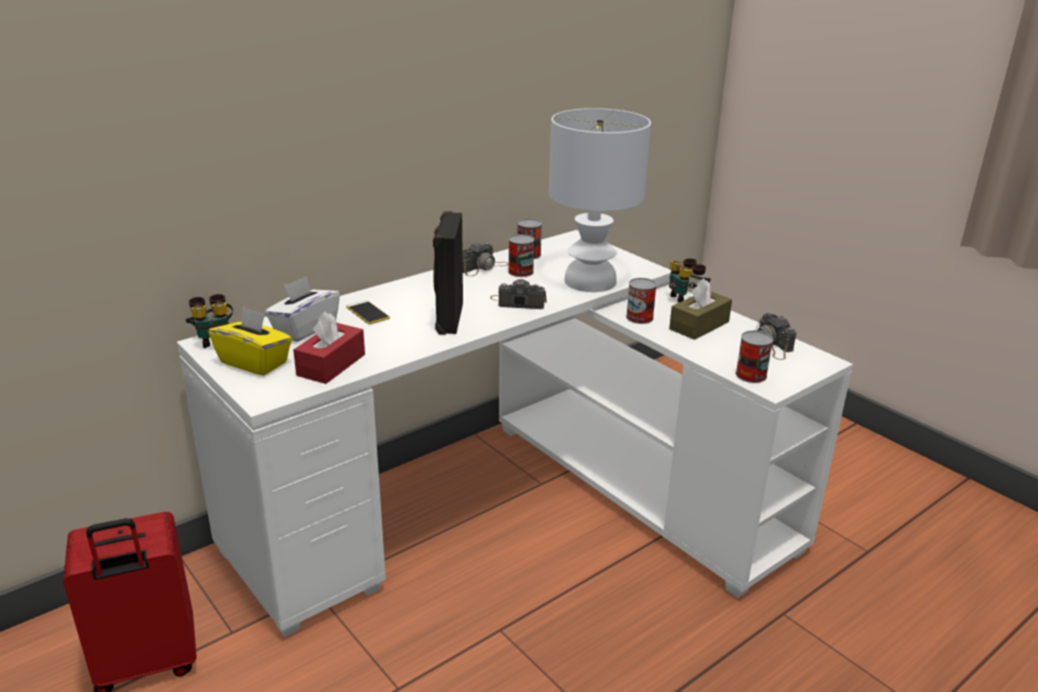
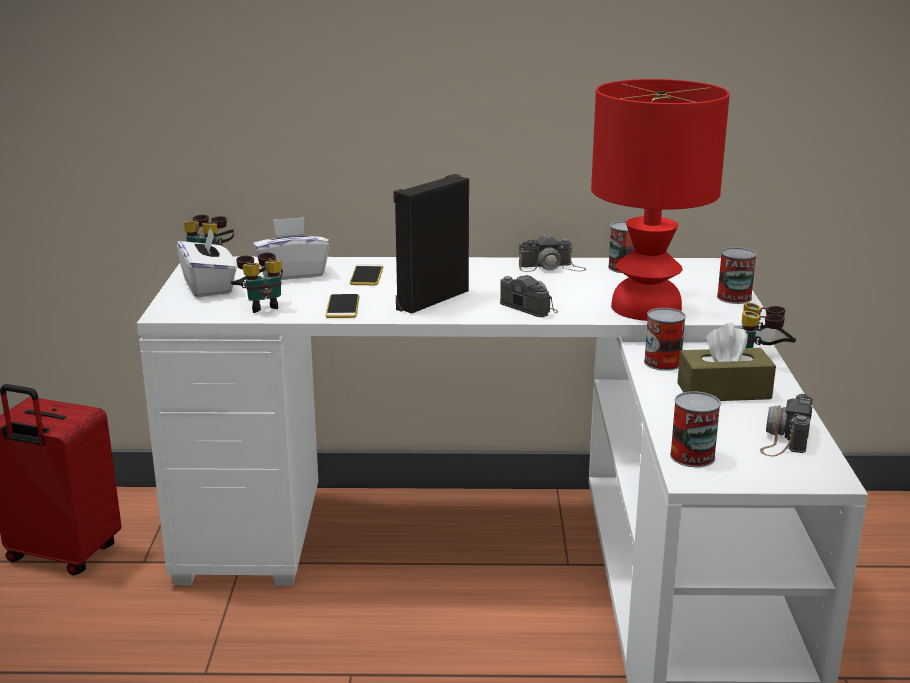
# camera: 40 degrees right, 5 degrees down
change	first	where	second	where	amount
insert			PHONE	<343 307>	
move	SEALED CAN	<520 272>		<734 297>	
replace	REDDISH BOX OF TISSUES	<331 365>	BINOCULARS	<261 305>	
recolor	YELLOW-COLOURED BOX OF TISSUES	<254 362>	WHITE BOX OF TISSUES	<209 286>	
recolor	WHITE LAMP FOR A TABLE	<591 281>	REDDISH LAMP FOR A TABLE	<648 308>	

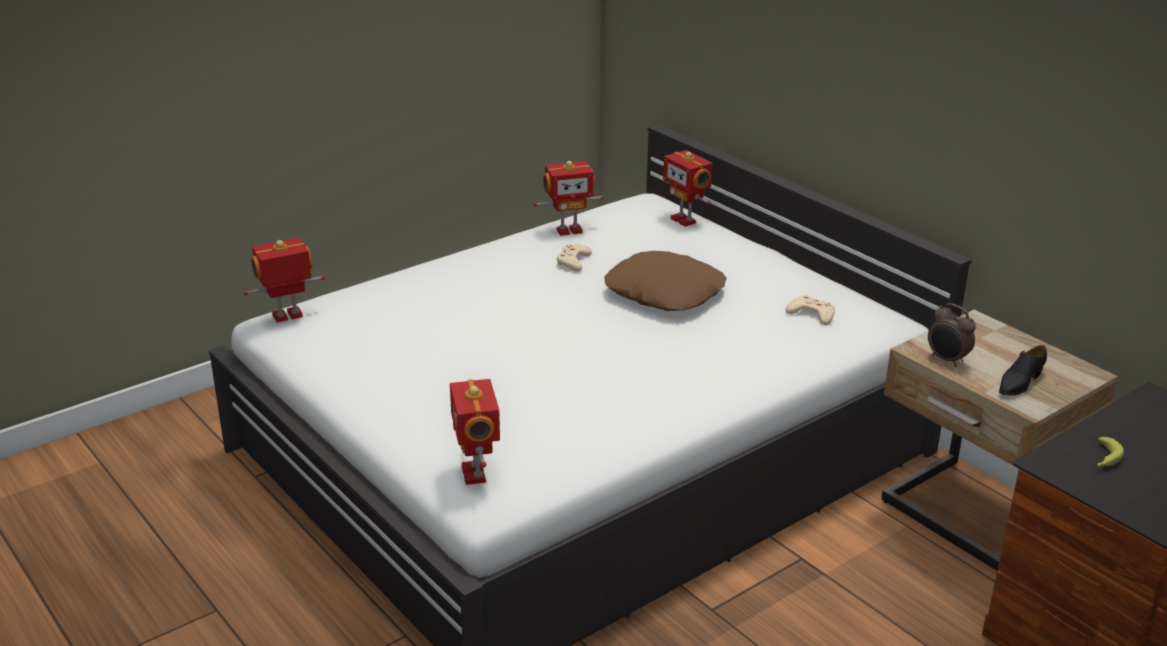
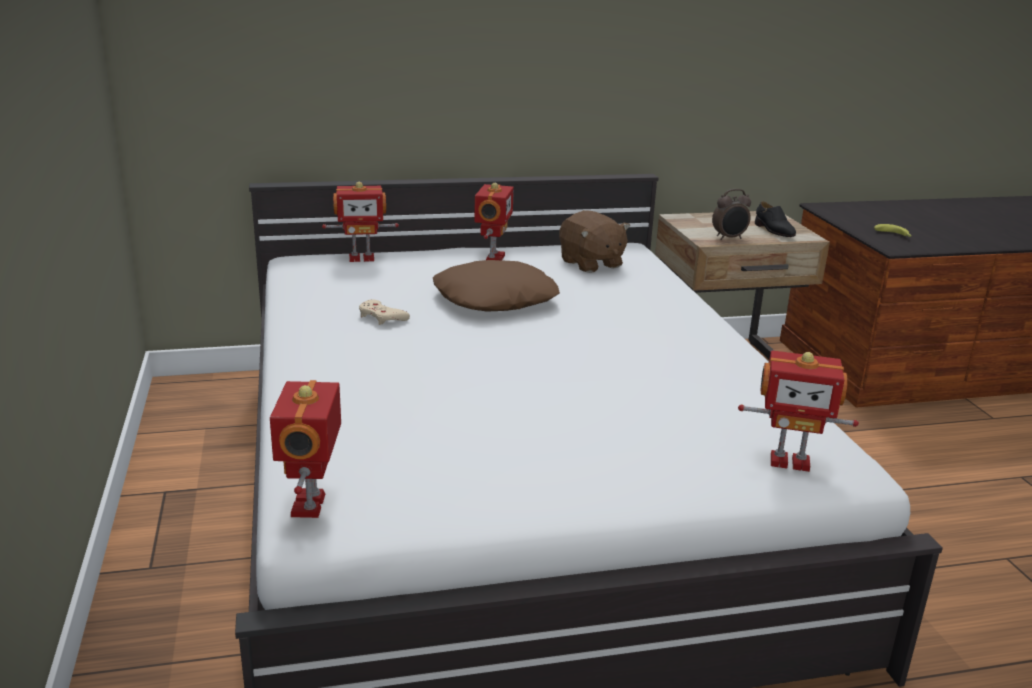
# camera: 65 degrees left, 5 degrees down
change	first	where	second	where	amount
move	TOY ROBOT	<569 230>		<493 258>	
replace	BEIGE GAME CONTROLLER	<811 314>	BROWN PLUSH TOY	<591 264>	

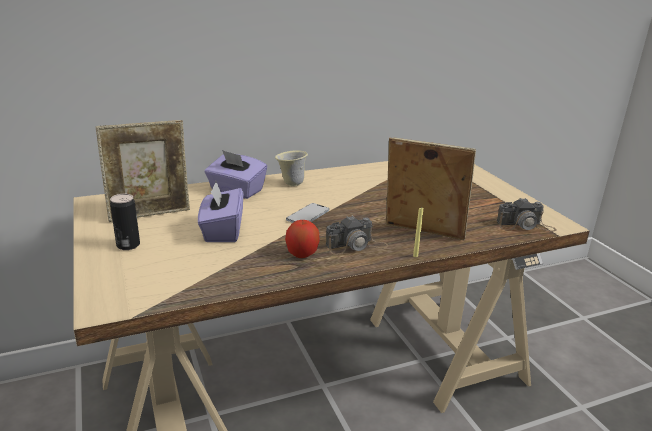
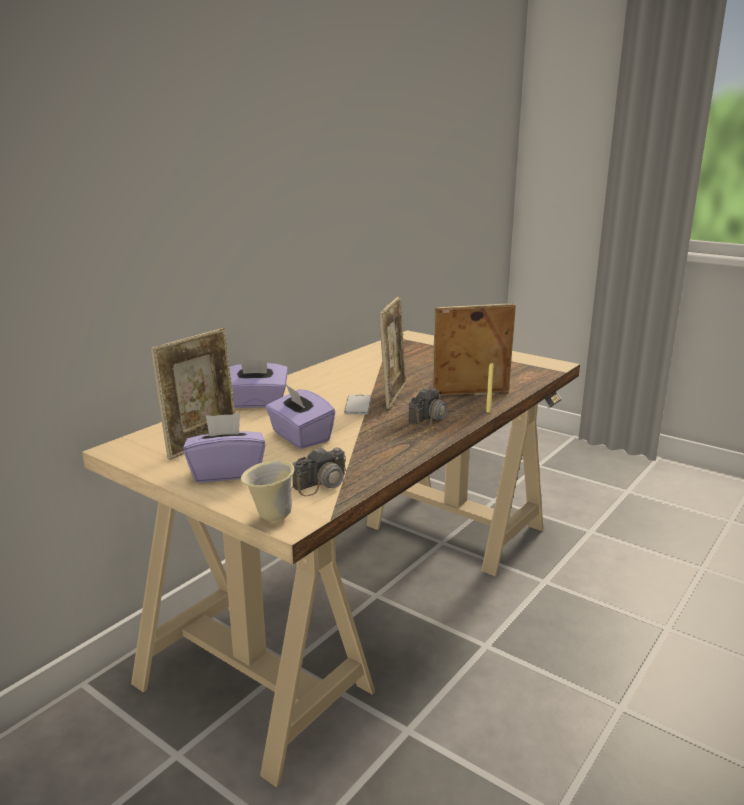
# camera: 30 degrees left, 5 degrees down
change	first	where	second	where	amount
delete	APPLE	<302 254>			
insert			PHOTO FRAME	<393 395>	
move	BEIGE COFFEE MUG	<291 184>		<270 518>	
move	PHOTO CAMERA	<525 226>		<329 483>	
replace	SEALED CAN	<128 245>	PURPLISH BOX OF TISSUES	<227 472>	

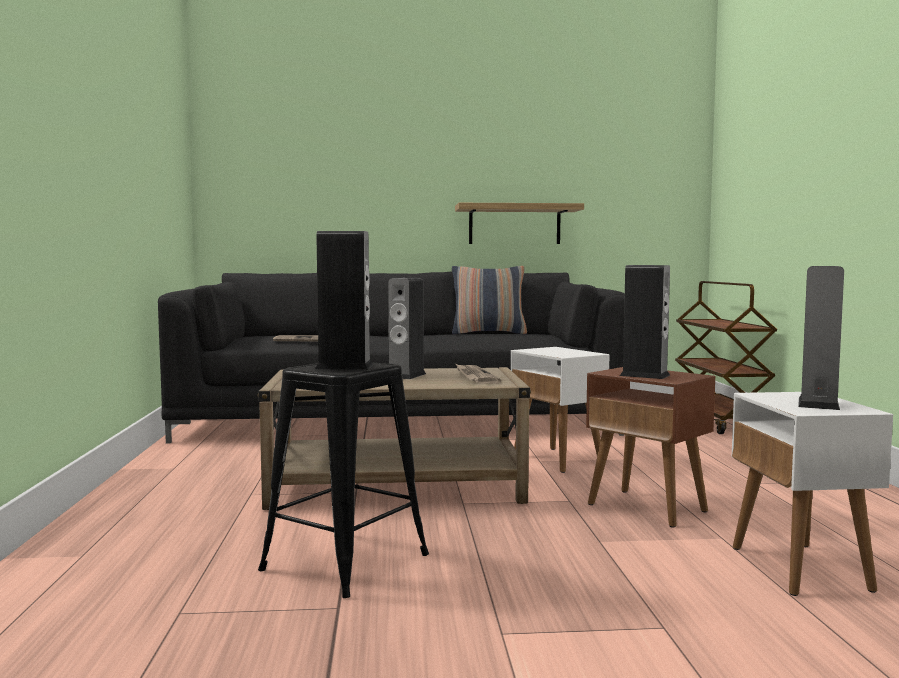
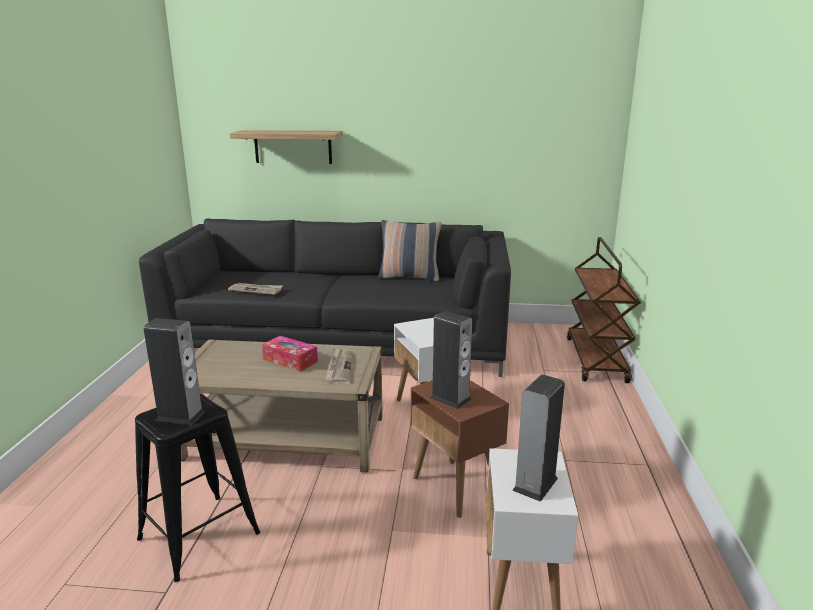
# camera: 10 degrees right, 15 degrees up
change	first	where	second	where	amount
move	BRACKET SHELF	<514 225>		<293 147>	
replace	AUDIO SPEAKER	<406 375>	BOX OF TISSUES	<290 360>	

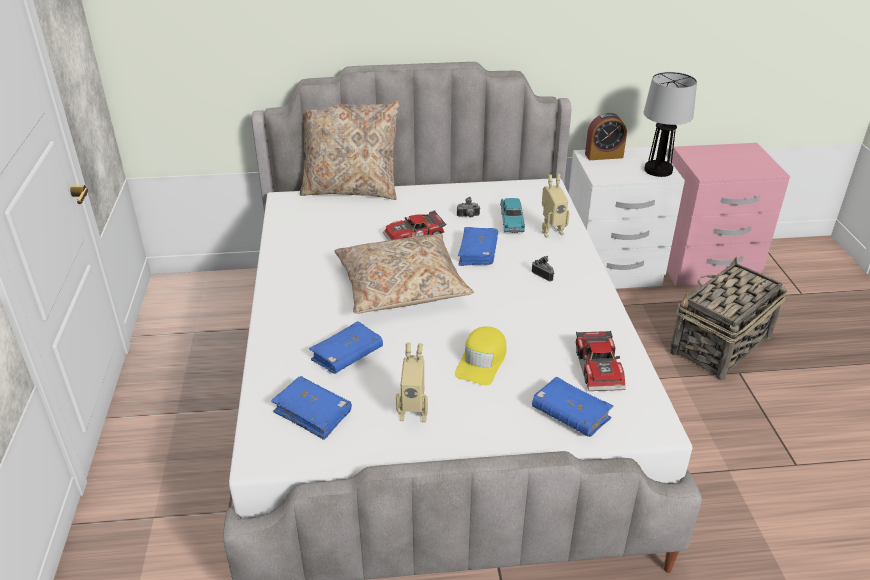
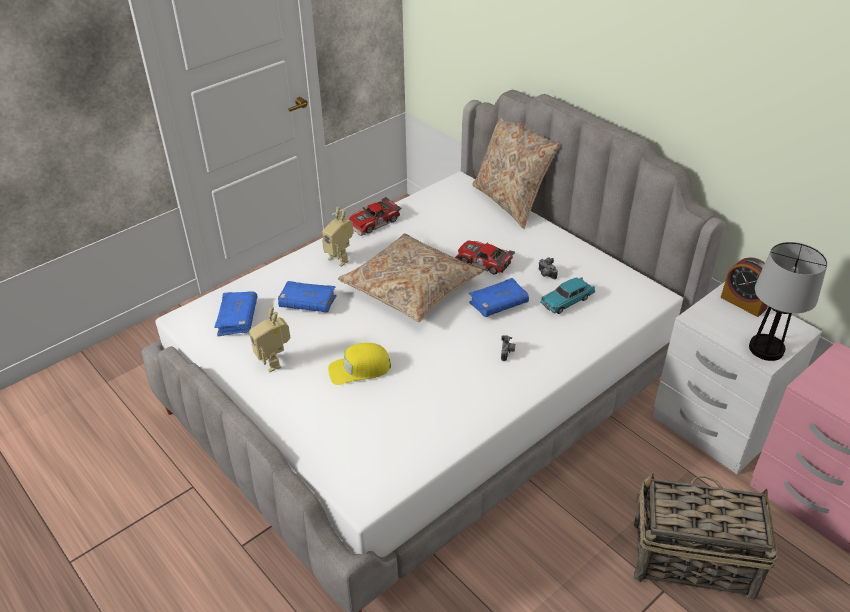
# camera: 55 degrees right, 5 degrees up
change	first	where	second	where	amount
delete	BLUISH BOOK	<570 414>			
move	TOY ROBOT	<551 231>		<340 258>	
move	MINIATURE CAR	<601 368>		<375 223>	

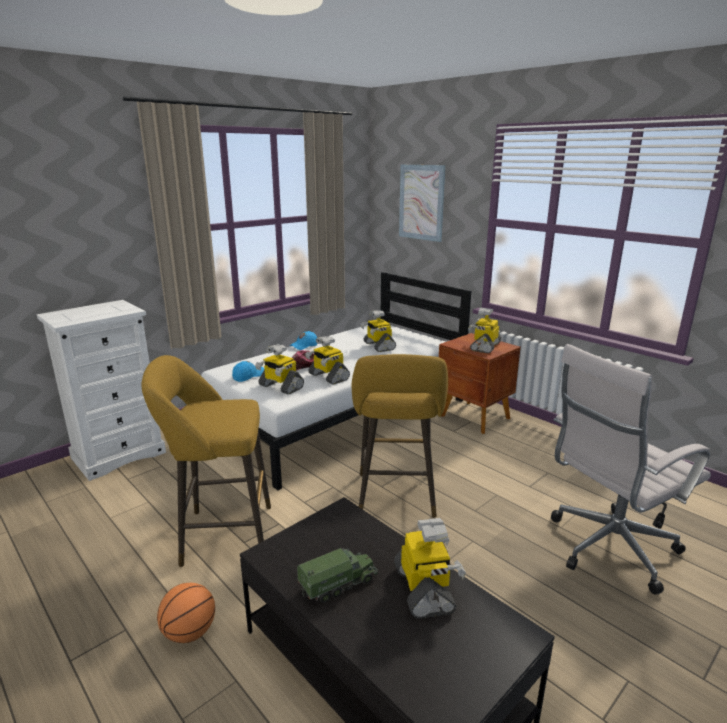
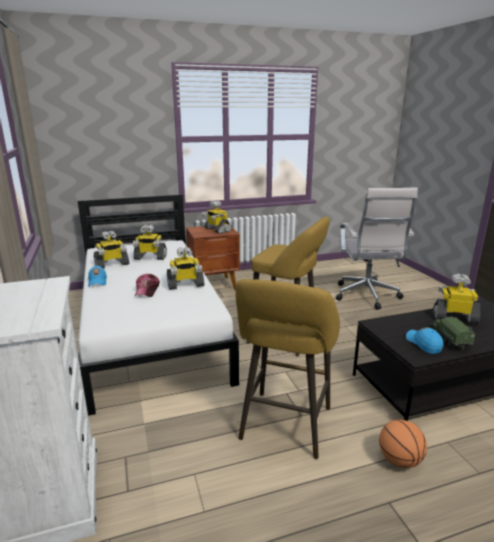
# camera: 65 degrees left, 0 degrees up
change	first	where	second	where	amount
delete	PICTURE	<421 202>			
move	BLUISH PEAKED CAP	<248 376>		<423 344>	
move	TOY ROBOT	<280 387>		<112 265>	

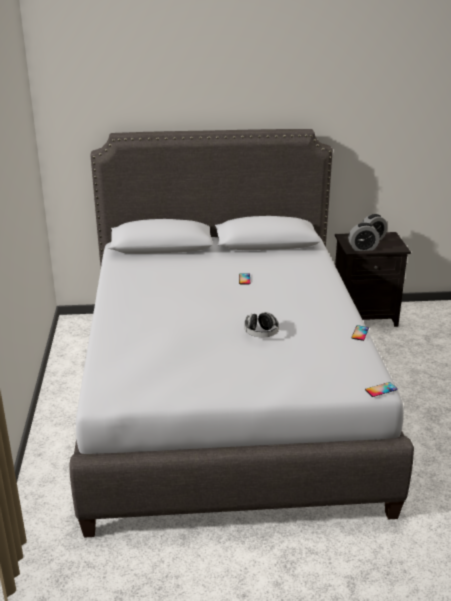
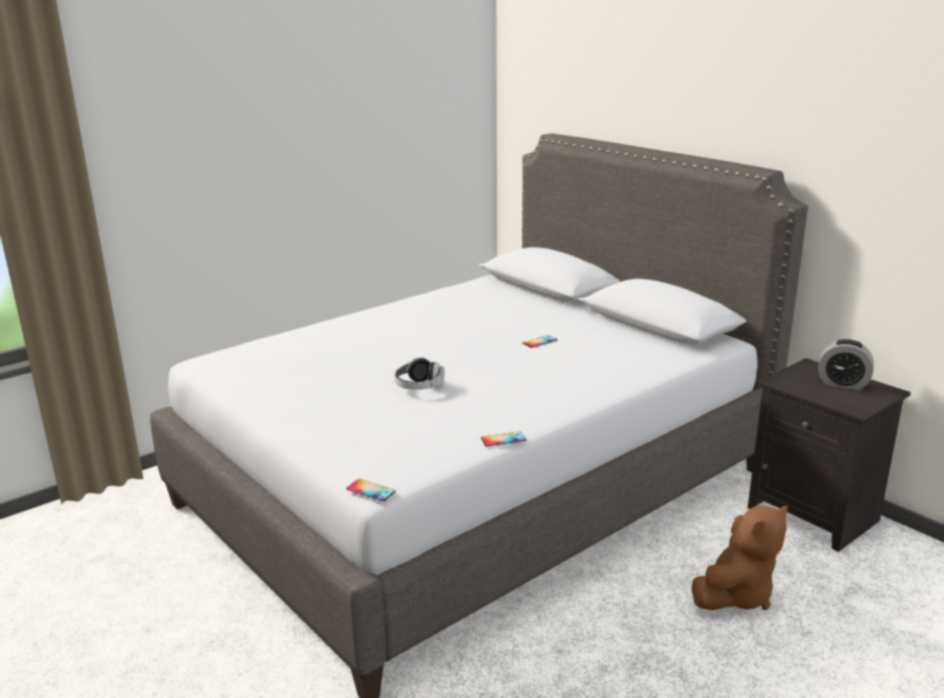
# camera: 55 degrees right, 5 degrees down
change	first	where	second	where	amount
delete	ALARM CLOCK	<362 248>			
insert			BROWN PLUSH TOY	<736 595>	

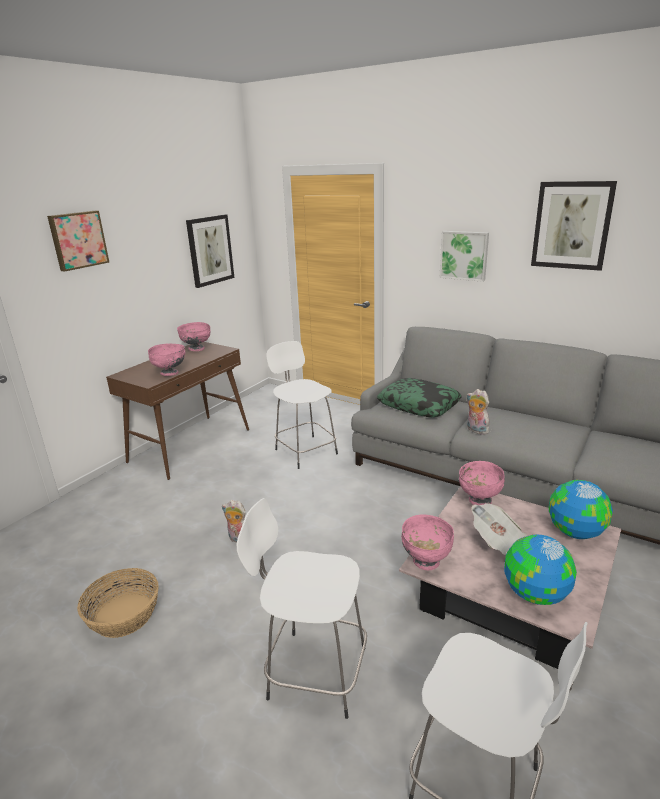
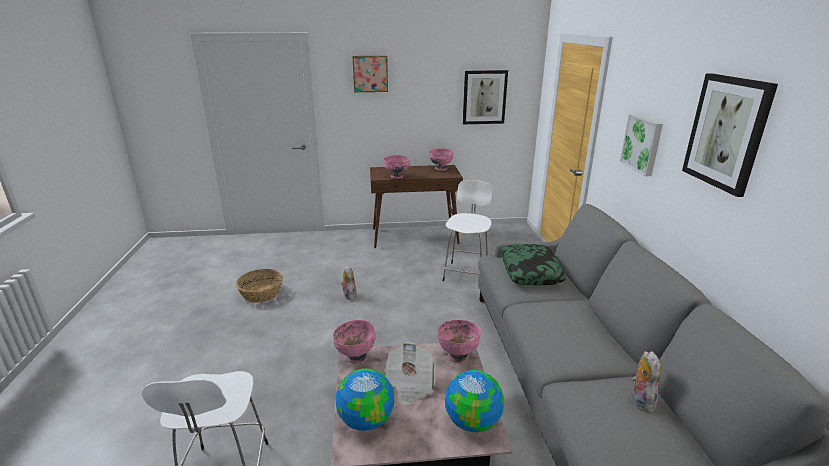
# camera: 50 degrees right, 0 degrees up
change	first	where	second	where	amount
delete	WHITE SITTING STOOL	<313 671>			
move	PLUSH TOY	<476 430>		<640 400>	

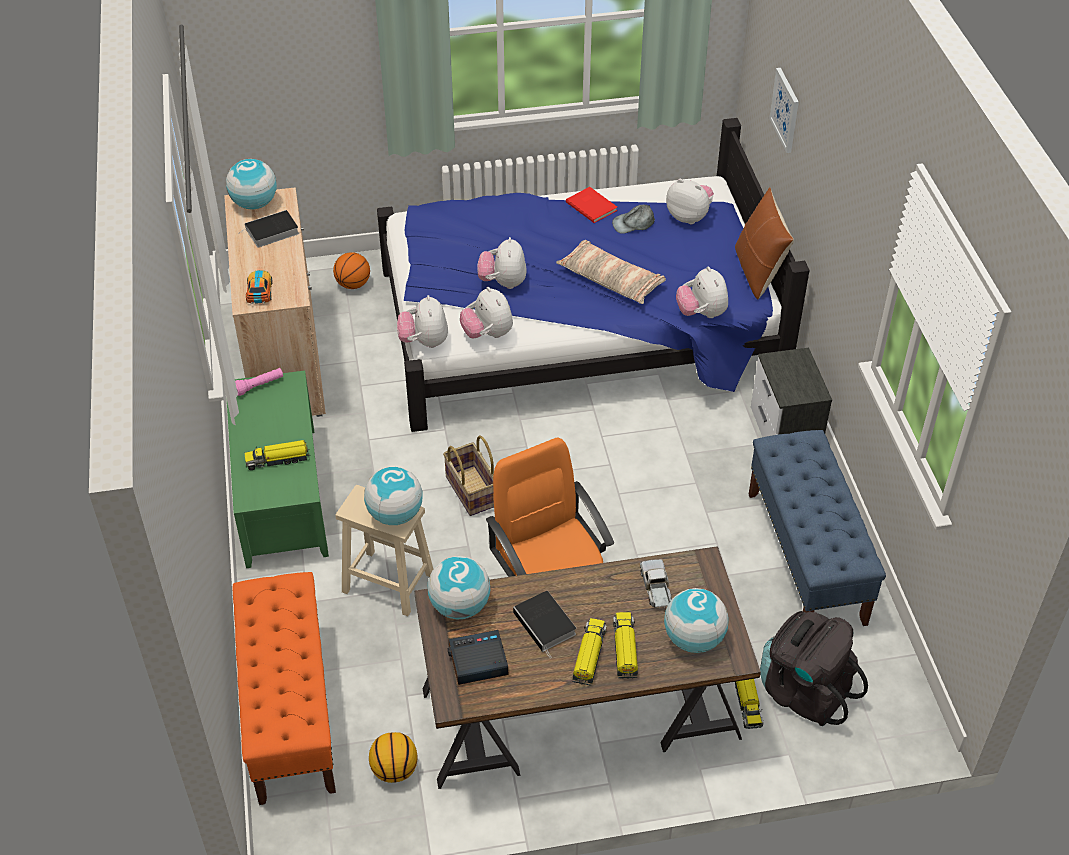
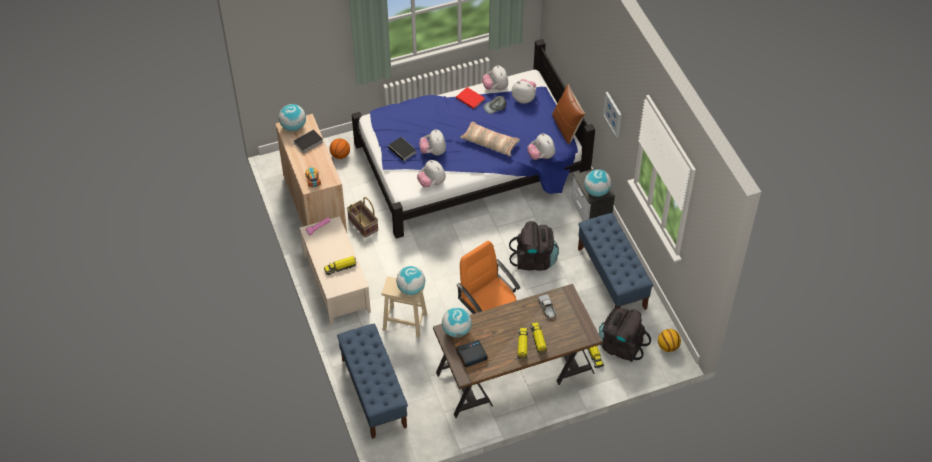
# camera: 10 degrees left, 5 degrees up
change	first	where	second	where	amount
insert			BLACK-COLOURED KNAPSACK	<534 260>	
move	BALL FOR BASKETBALL	<395 770>		<668 346>	
move	PLUSH TOY	<424 342>		<495 88>	
move	BASKET	<470 491>		<362 225>	
move	BOOK	<546 625>		<403 150>	
move	WORLD GLOBE	<693 639>		<597 191>	
move	PICTURE	<785 110>		<613 114>	
recolor	GREEN-COLOURED LOW TABLE	<281 495>	BEIGE LOW TABLE	<336 283>	
recolor	ORANGE LONG SEAT	<289 711>	BLUISH LONG SEAT	<373 392>	

